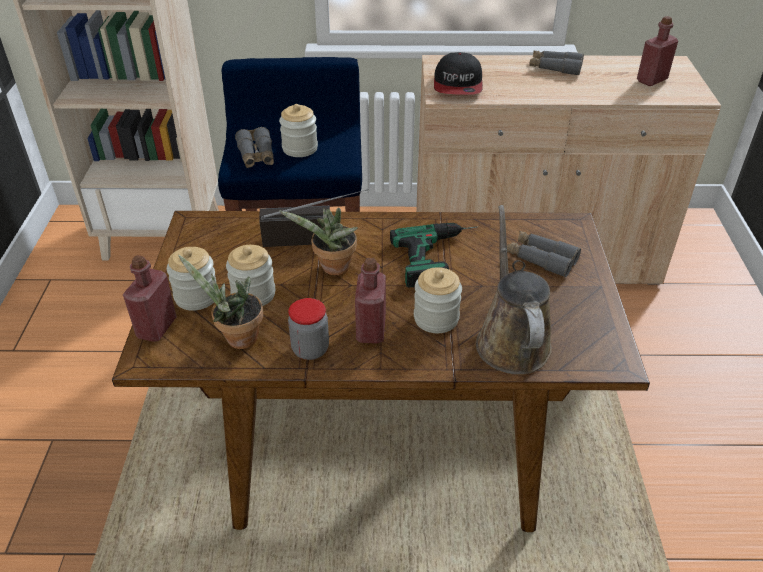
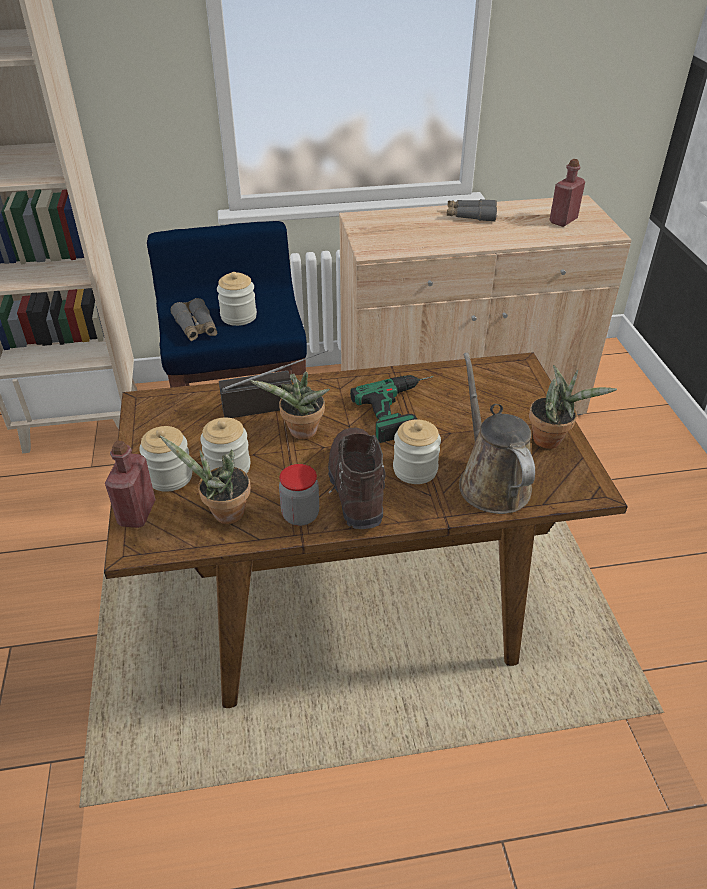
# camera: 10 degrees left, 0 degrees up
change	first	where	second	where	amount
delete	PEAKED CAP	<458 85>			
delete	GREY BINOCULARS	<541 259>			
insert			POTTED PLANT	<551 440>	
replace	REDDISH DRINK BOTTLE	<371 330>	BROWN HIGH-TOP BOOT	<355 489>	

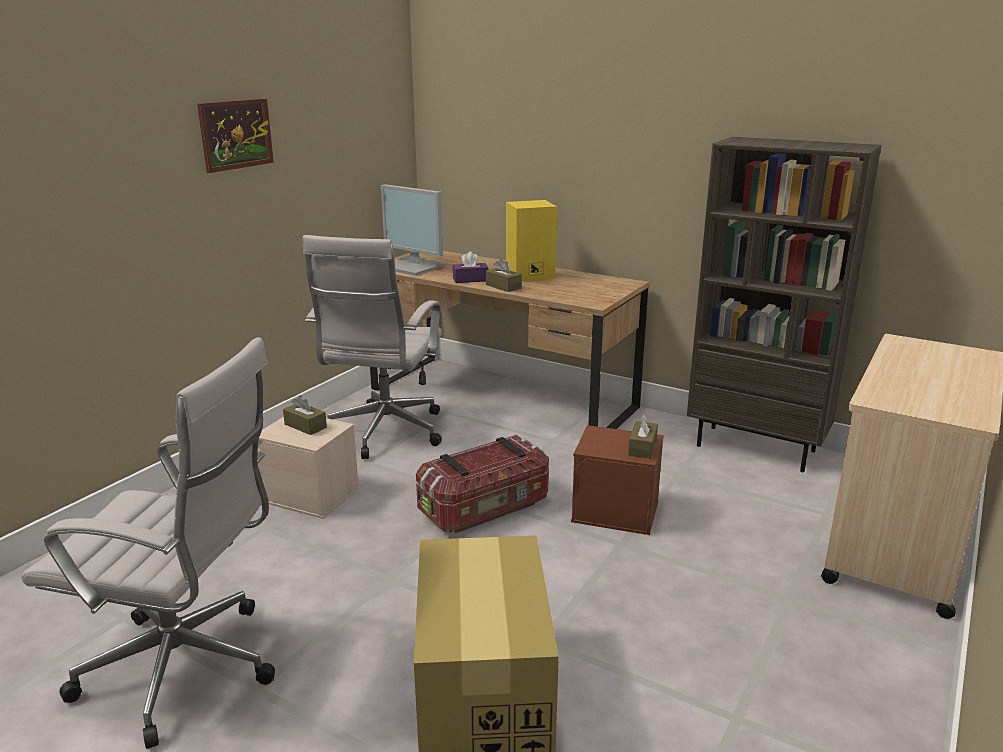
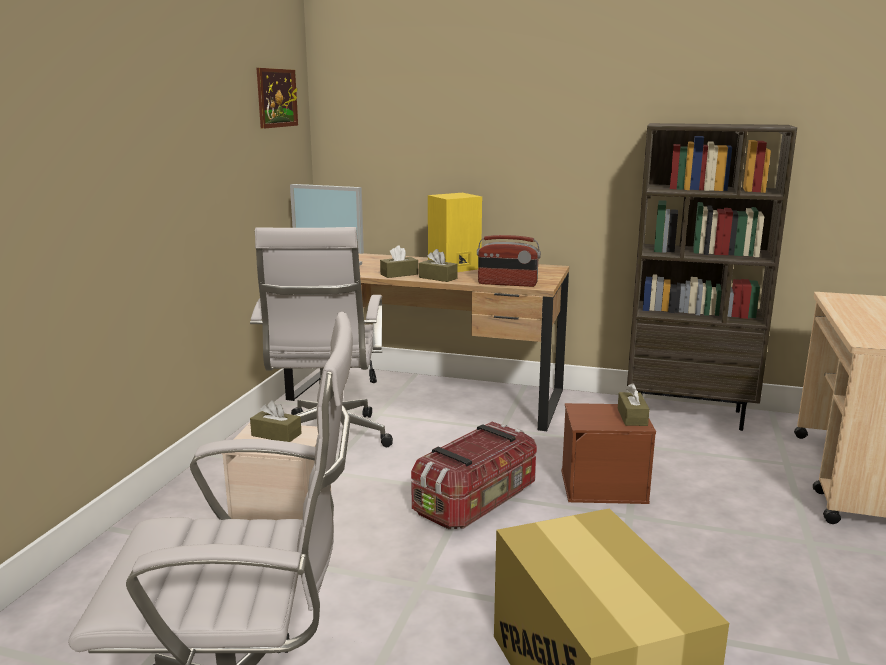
# camera: 15 degrees left, 5 degrees down
change	first	where	second	where	amount
insert			RADIO SET	<507 284>	
move	PICTURE	<236 134>		<277 98>	
recolor	PURPLISH BOX OF TISSUES	<470 280>	BROWN BOX OF TISSUES	<399 274>	

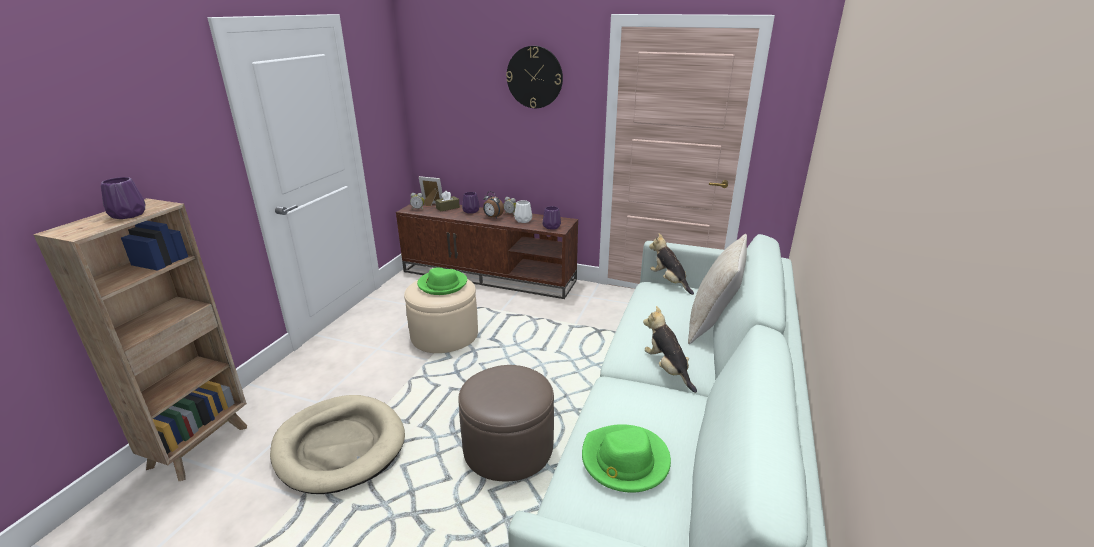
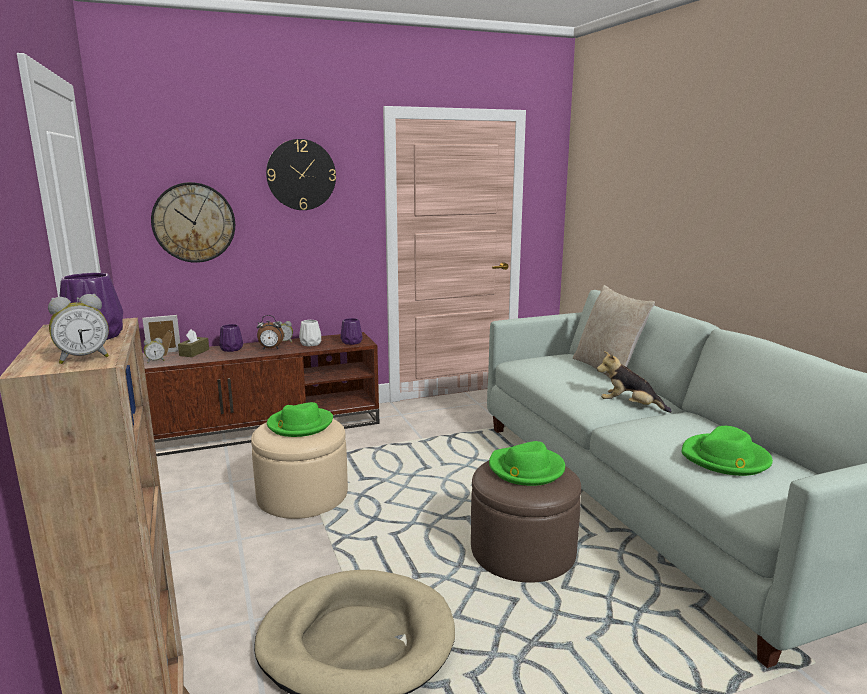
# camera: 40 degrees left, 10 degrees down
change	first	where	second	where	amount
delete	PLUSH TOY	<669 282>			
insert			ALARM CLOCK	<83 358>	
insert			CLOCK ON THE WALL	<194 222>	
insert			GREEN-COLOURED CLOTHING HAT	<526 469>	

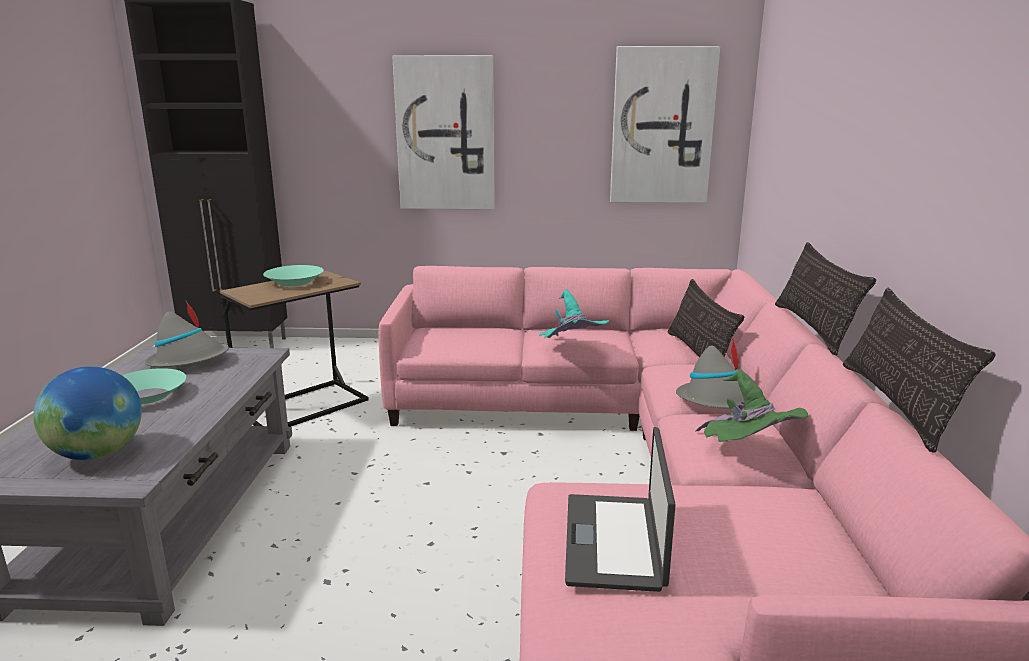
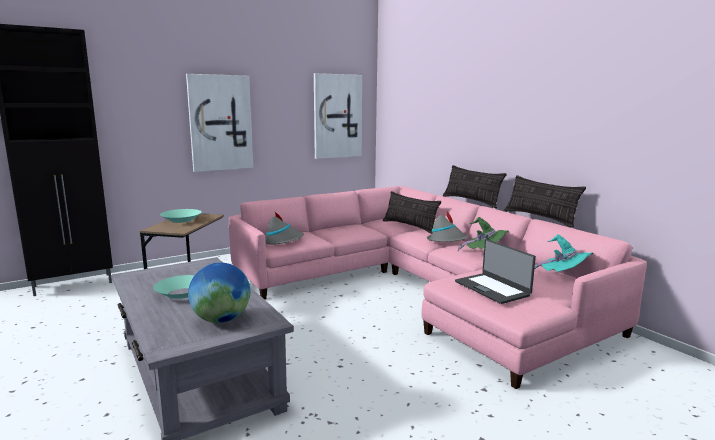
# camera: 35 degrees left, 5 degrees down
change	first	where	second	where	amount
move	GREY CLOTHING HAT	<189 360>		<282 241>	
move	TURQUOISE CLOTHING HAT	<571 350>		<563 276>	

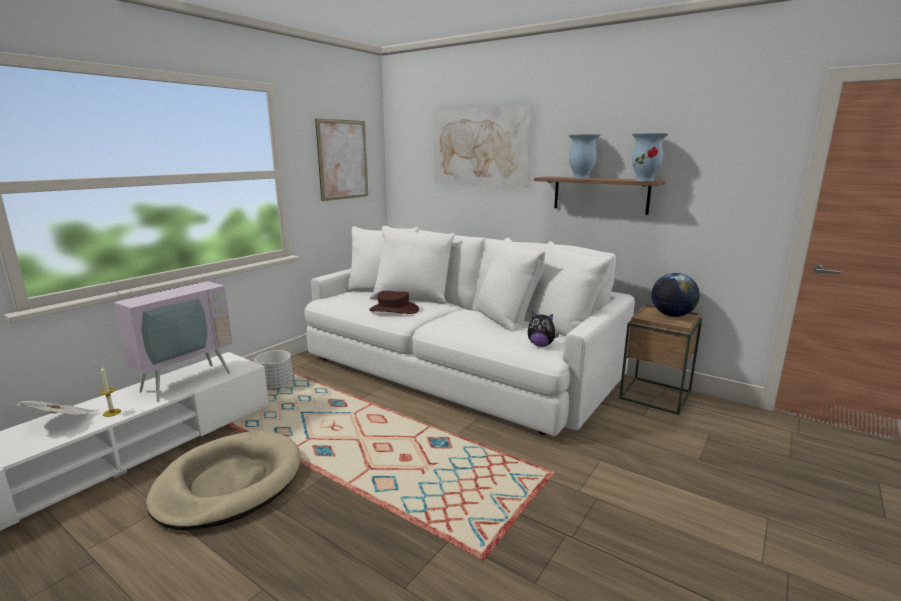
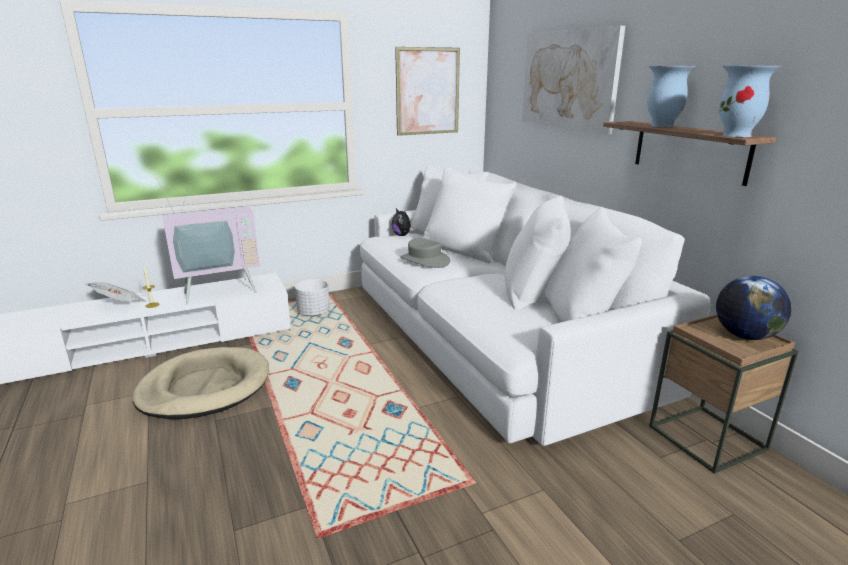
# camera: 30 degrees right, 5 degrees up
change	first	where	second	where	amount
move	PLUSH TOY	<541 345>		<402 235>	
recolor	BROWN CLOTHING HAT	<394 310>	GREY CLOTHING HAT	<424 260>	

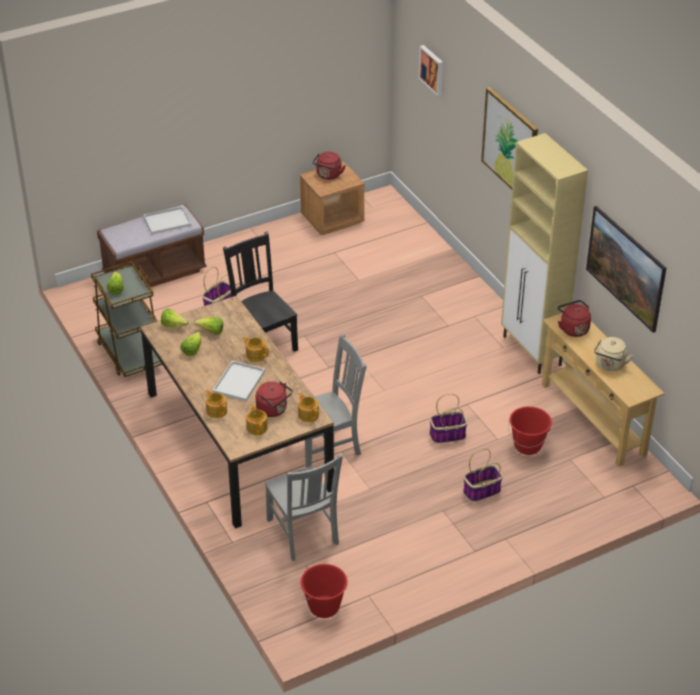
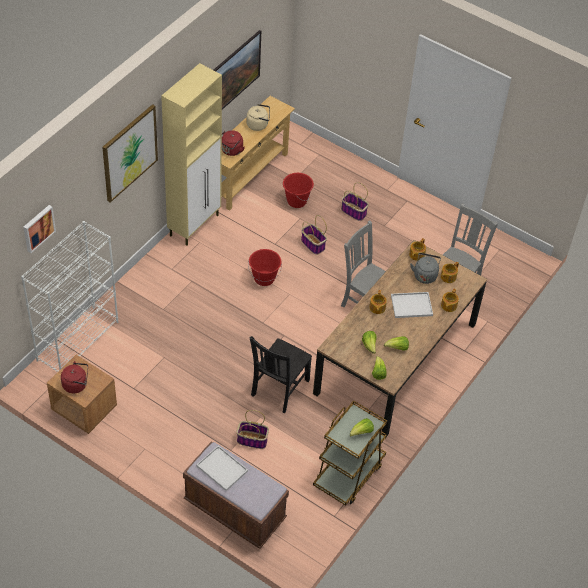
# camera: 120 degrees left, 10 degrees up
change	first	where	second	where	amount
insert			WHITE BOOKCASE	<78 340>	
move	REDDISH PAIL	<324 607>		<264 278>	
recolor	REDDISH KETTLE	<273 410>	GREY KETTLE	<425 275>	

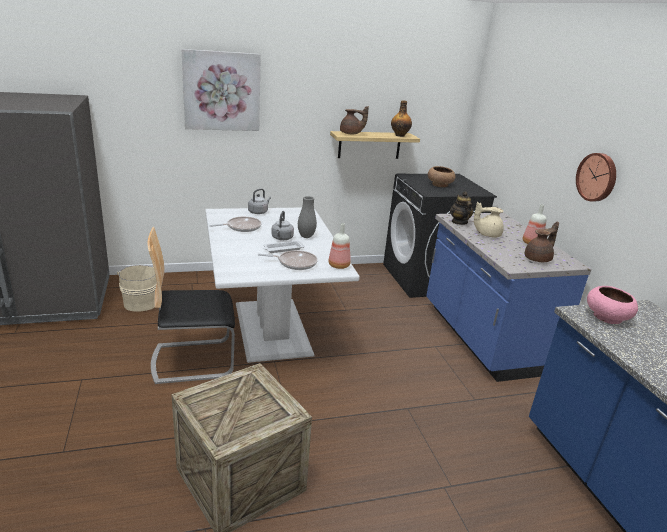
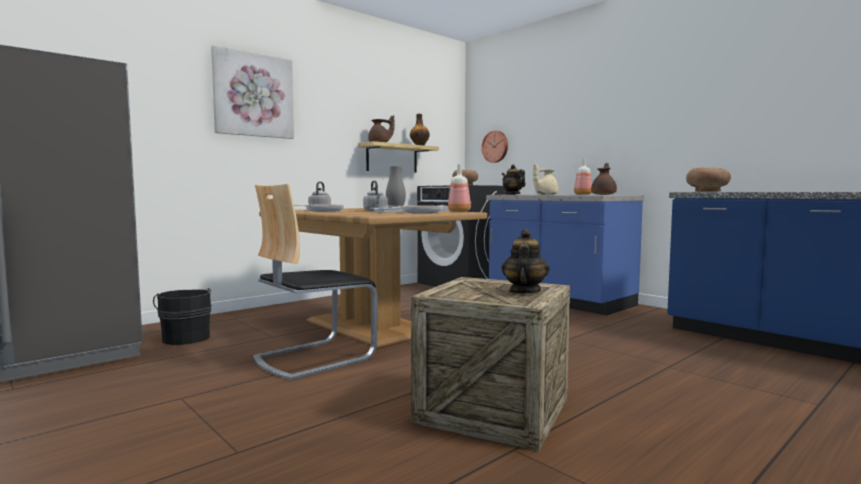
# camera: 25 degrees left, 20 degrees down
change	first	where	second	where	amount
insert			POT FOR TEA	<524 291>	
move	CLOCK ON THE WALL	<597 177>		<495 146>	
recolor	BEIGE PAIL	<141 302>	BLACK-COLOURED PAIL	<185 338>	
recolor	WHITE DINNER TABLE	<270 328>	BROWN DINNER TABLE	<368 326>	
recolor	PINK BOWL	<607 317>	BROWN BOWL	<707 191>	

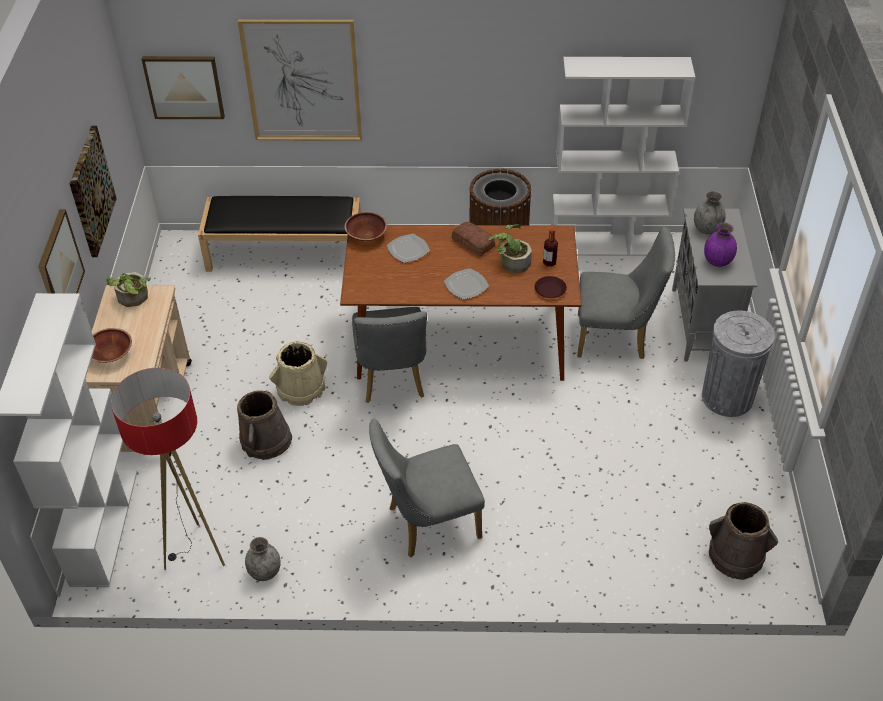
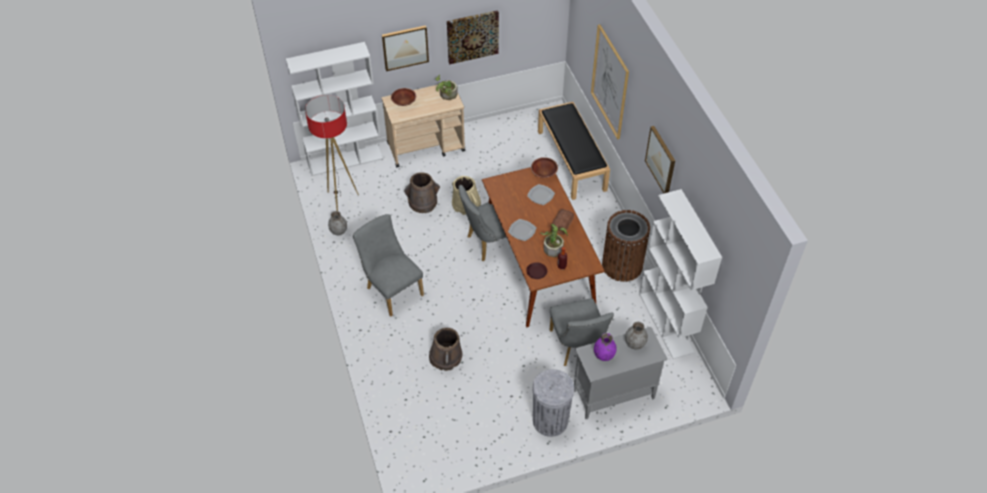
# camera: 70 degrees right, 5 degrees up
change	first	where	second	where	amount
move	PICTURE	<184 86>		<661 160>	
move	BROWN PAIL	<736 555>		<446 357>	

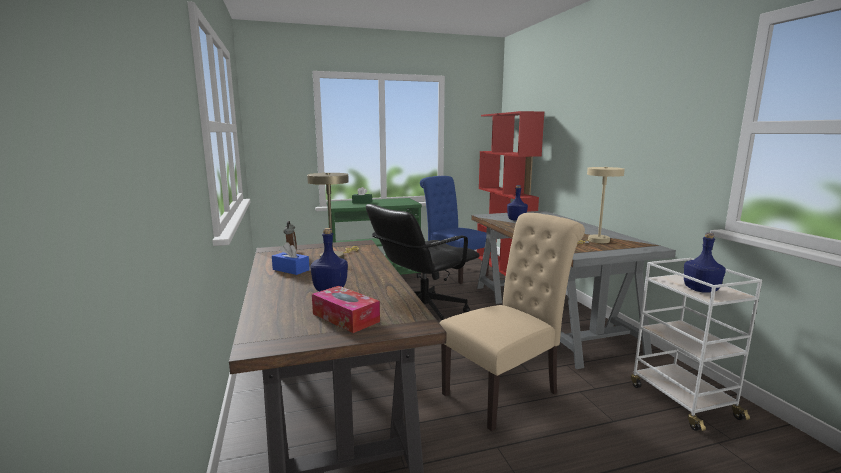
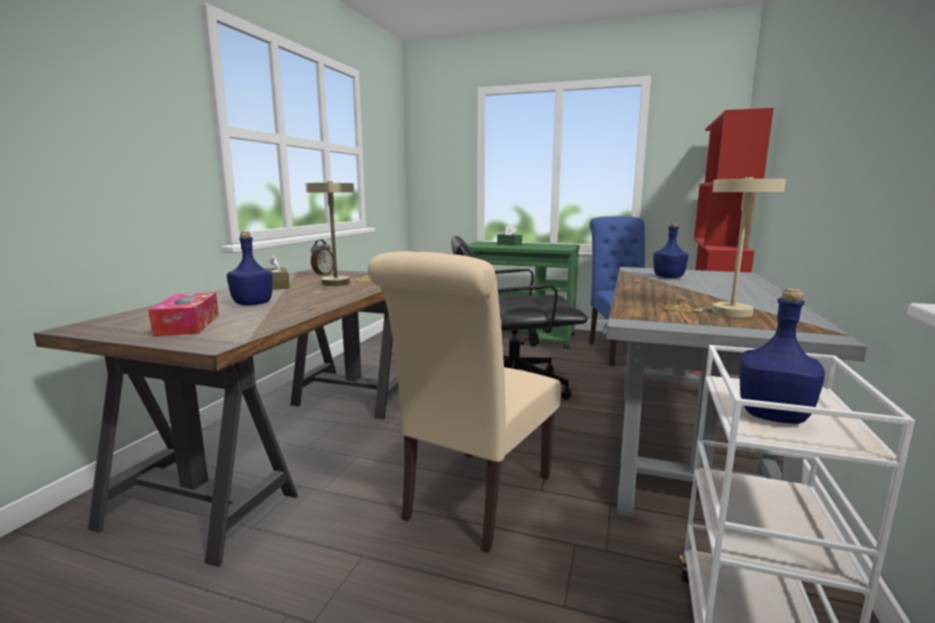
# camera: 35 degrees right, 0 degrees up
change	first	where	second	where	amount
recolor	BLUISH BOX OF TISSUES	<291 270>	BROWN BOX OF TISSUES	<277 286>	
rotate	BEIGE CHAIR	<506 391>		<473 501>	120 degrees clockwise

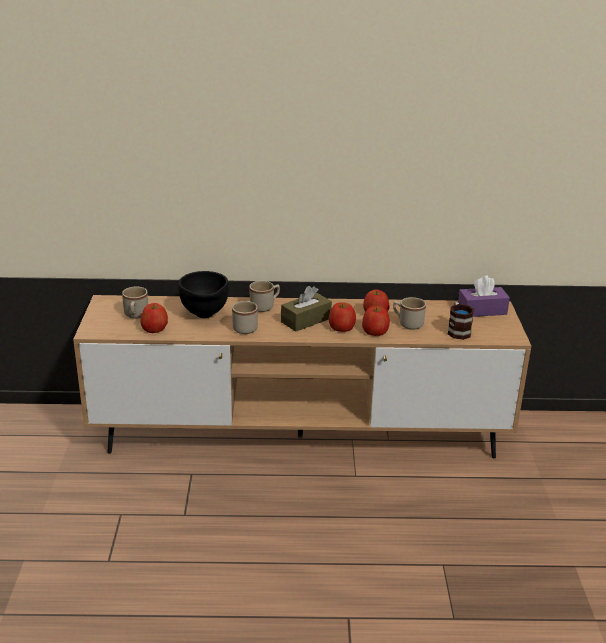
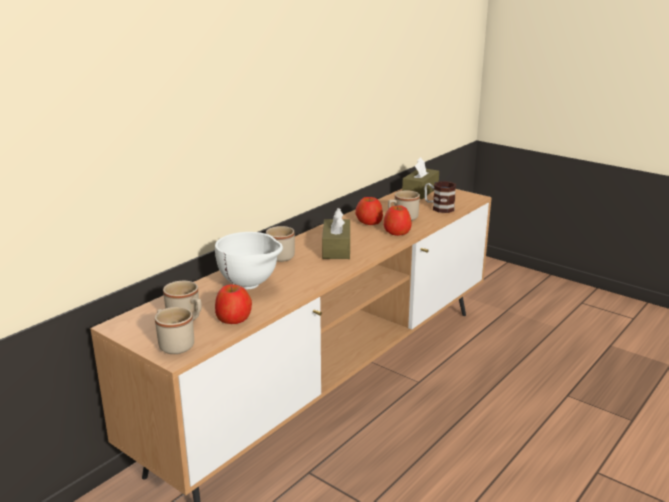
# camera: 50 degrees left, 5 degrees down
change	first	where	second	where	amount
delete	APPLE	<342 327>			
move	BEIGE COFFEE MUG	<246 327>		<173 344>	
recolor	BLACK-COLOURED BOWL	<204 315>	WHITE BOWL	<251 285>	
recolor	PURPLISH BOX OF TISSUES	<482 310>	BROWN BOX OF TISSUES	<420 191>	

